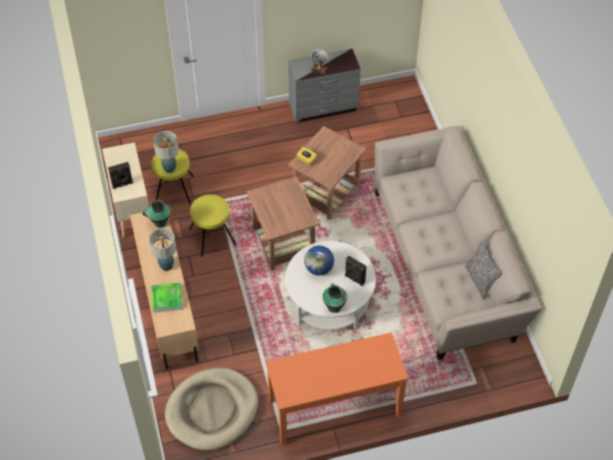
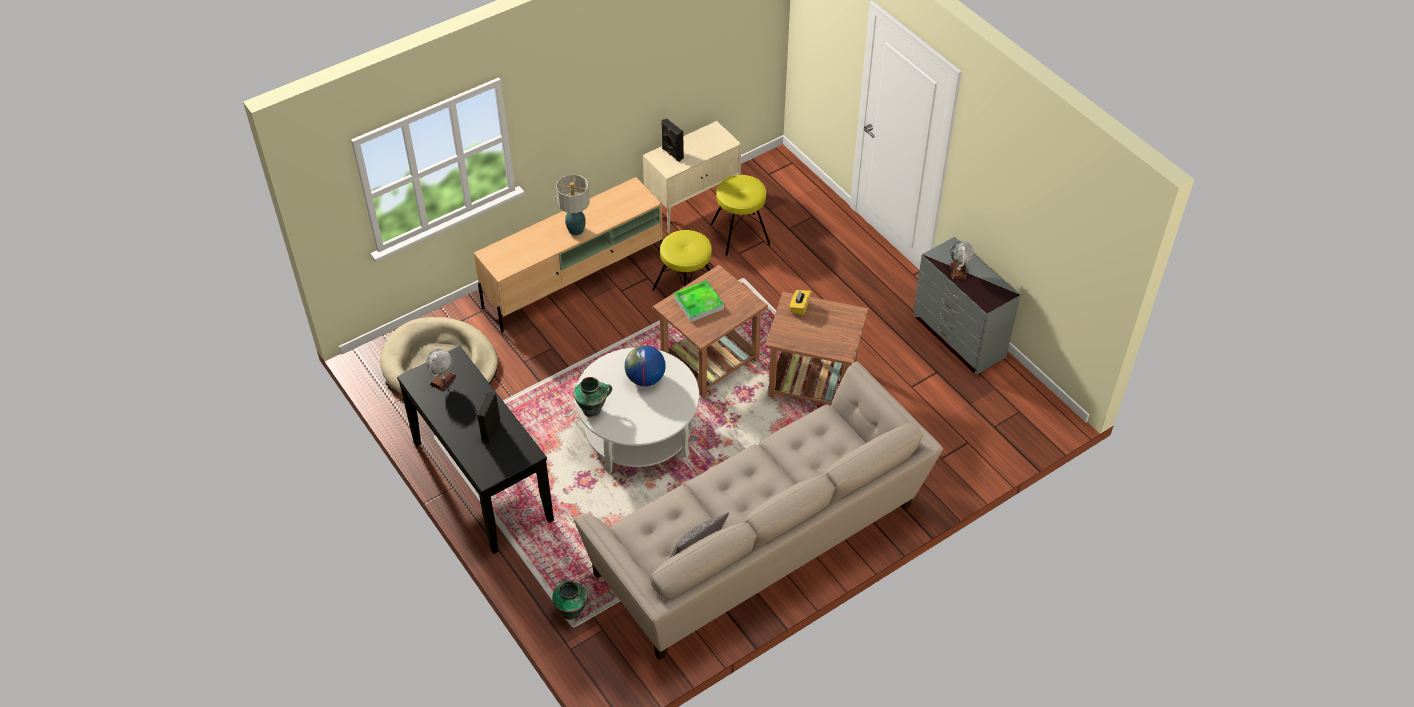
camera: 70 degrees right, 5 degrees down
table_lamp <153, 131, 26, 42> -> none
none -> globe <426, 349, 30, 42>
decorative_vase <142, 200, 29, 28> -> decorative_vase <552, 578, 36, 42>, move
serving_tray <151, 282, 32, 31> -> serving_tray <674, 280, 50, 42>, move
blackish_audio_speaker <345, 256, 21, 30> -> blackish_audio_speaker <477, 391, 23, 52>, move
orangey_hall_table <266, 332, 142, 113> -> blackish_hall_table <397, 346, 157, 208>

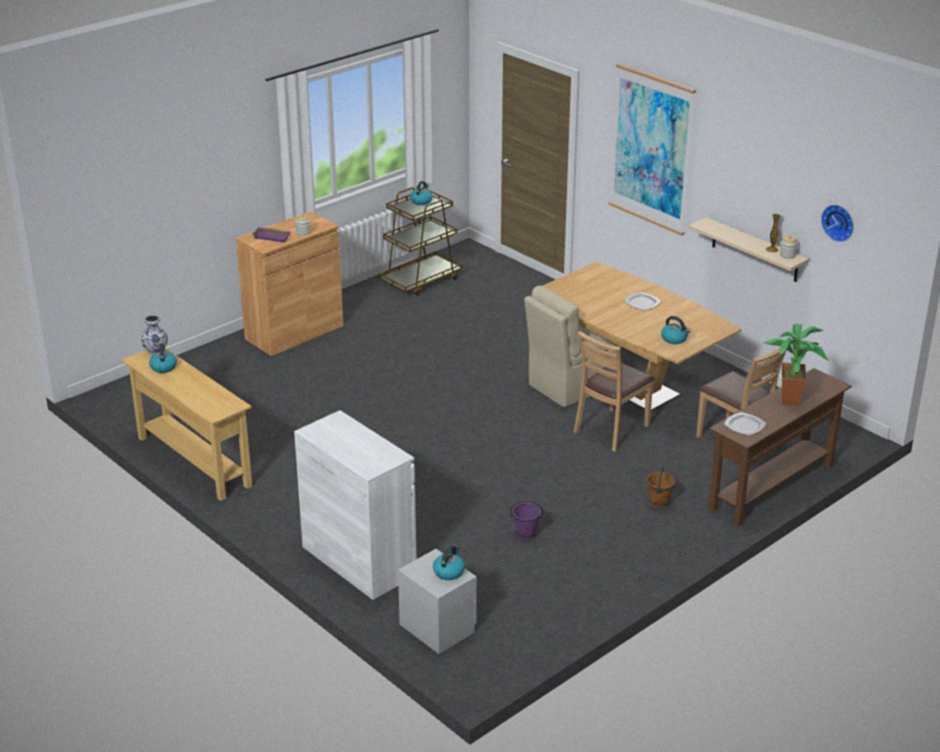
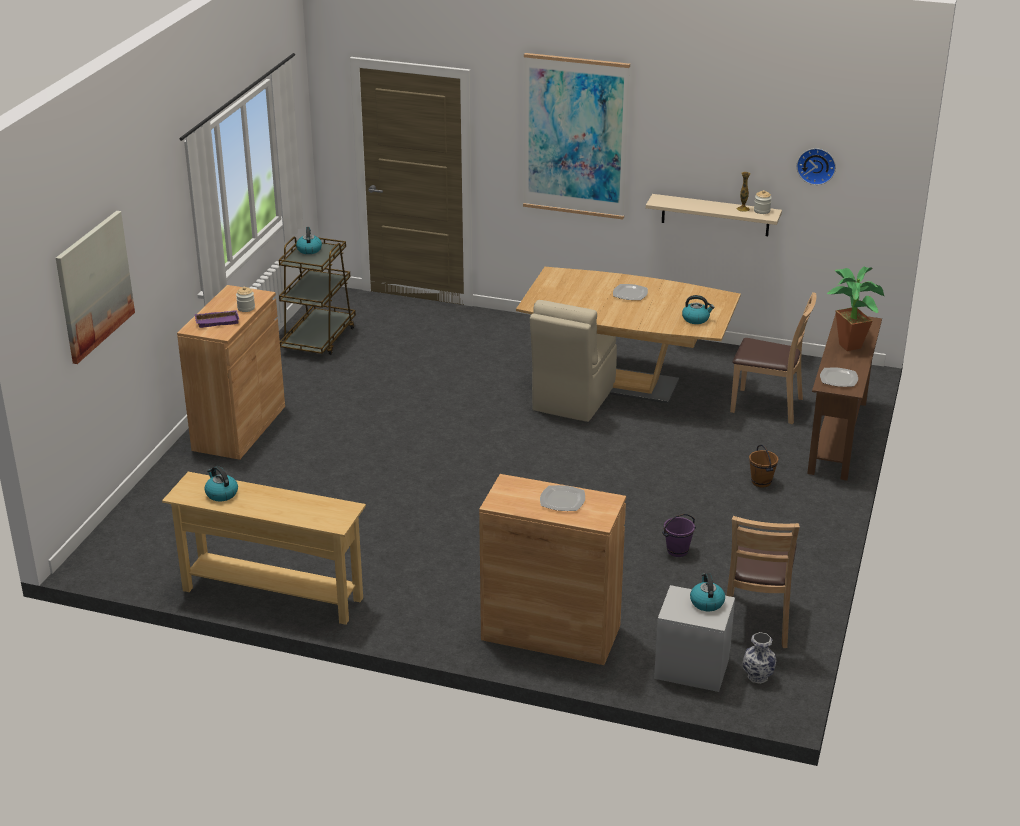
camera: 30 degrees left, 0 degrees up
none -> wall_picture <56, 211, 79, 153>
none -> flat_dish <540, 485, 45, 26>
decorative_vase <141, 315, 27, 41> -> decorative_vase <742, 632, 35, 52>, move
brown_plain_chair <574, 331, 81, 120> -> brown_plain_chair <726, 516, 74, 132>, move
white-coloured_cabinet <294, 410, 123, 190> -> brown_cabinet <479, 474, 147, 191>

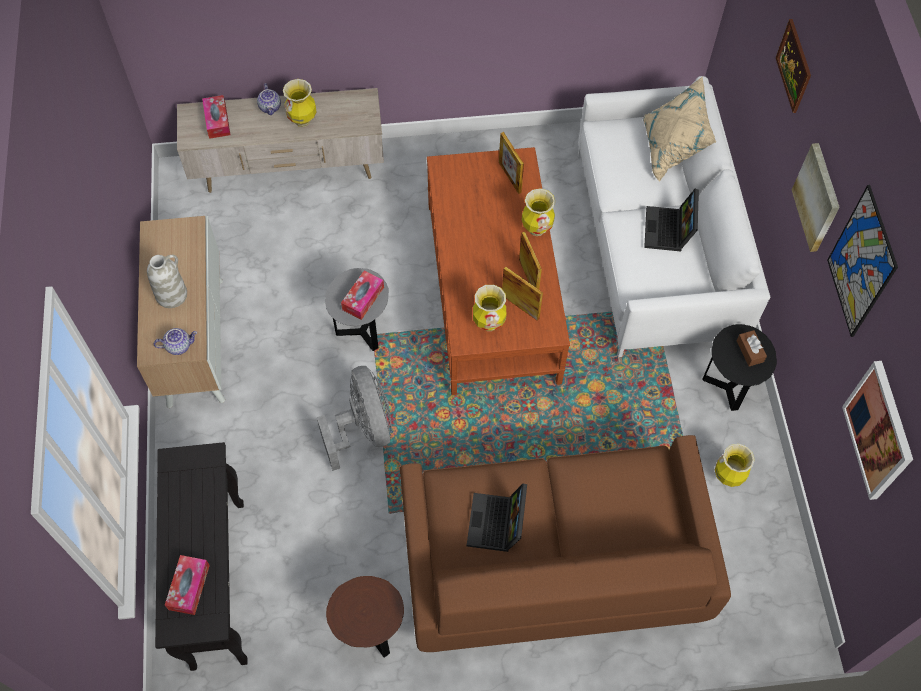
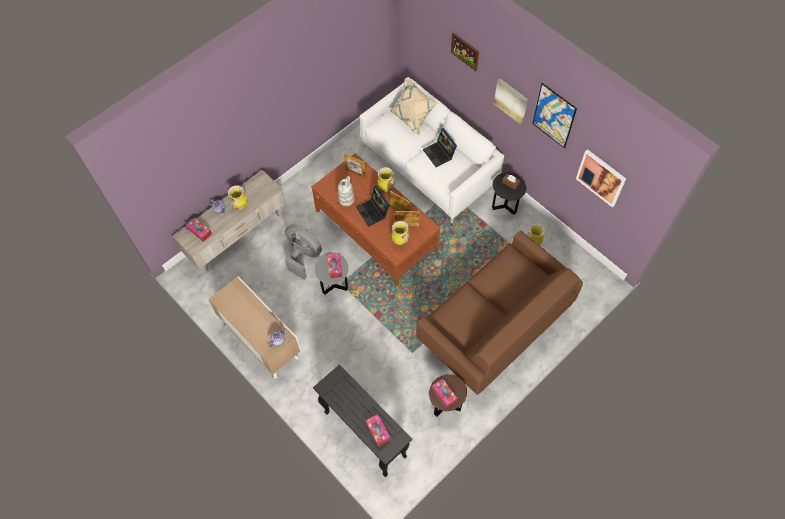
camera: 35 degrees left, 0 degrees up
none -> box_of_tissues <432, 379, 26, 29>
white-coloured_decorative_vase <147, 255, 40, 53> -> white-coloured_decorative_vase <338, 176, 16, 30>, move
gray_cooling_fan <317, 366, 75, 105> -> gray_cooling_fan <285, 224, 37, 56>, move
laptop <467, 484, 60, 68> -> laptop <356, 186, 33, 41>, move

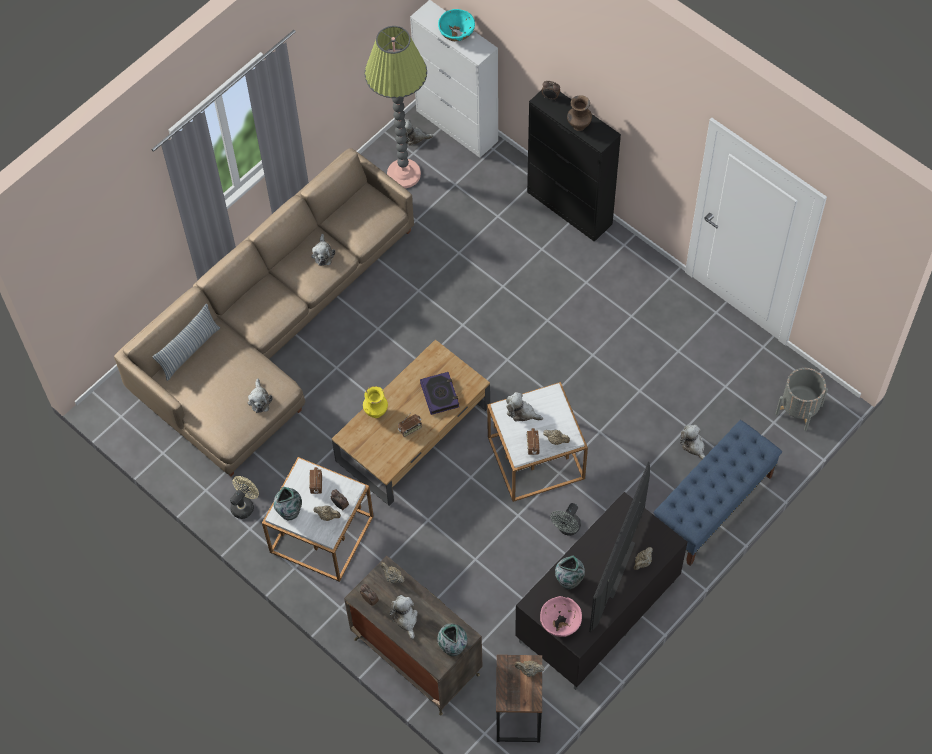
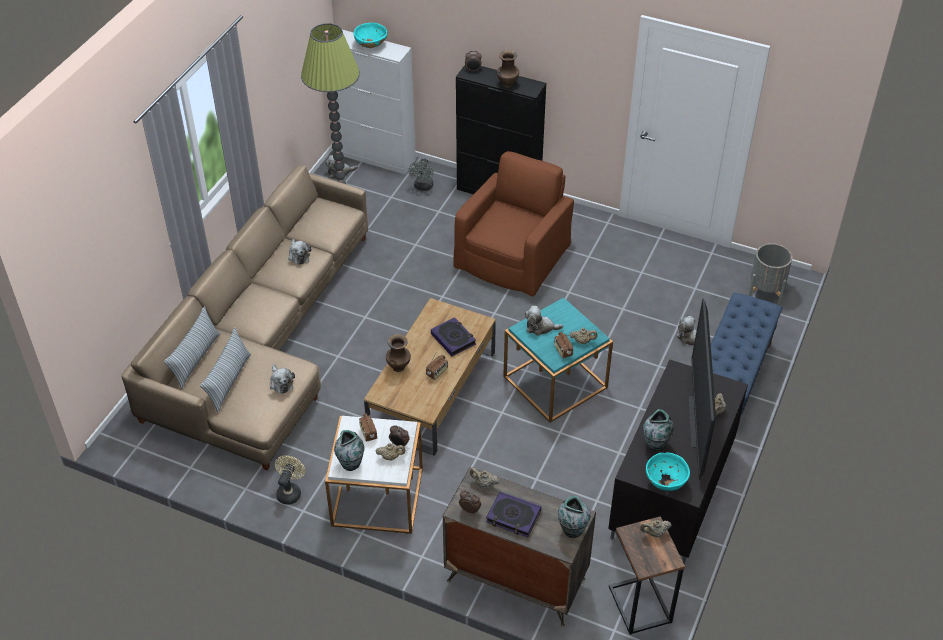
camera: 20 degrees left, 15 degrees down
none -> throw_pillow <200, 327, 51, 85>
none -> brown_lounge_chair <453, 151, 121, 146>
gray_cooling_fan <550, 503, 31, 33> -> gray_cooling_fan <408, 159, 26, 32>, move
soft_toy <389, 595, 29, 44> -> book <486, 491, 55, 46>
yellowish_decorative_vase <363, 386, 25, 32> -> brown_decorative_vase <386, 334, 25, 38>
white-coloured_side_table <487, 382, 101, 120> -> turquoise-coloured_side_table <503, 297, 110, 126>
pinkish_serving_bowl <540, 596, 42, 41> -> turquoise-coloured_serving_bowl <646, 452, 44, 39>

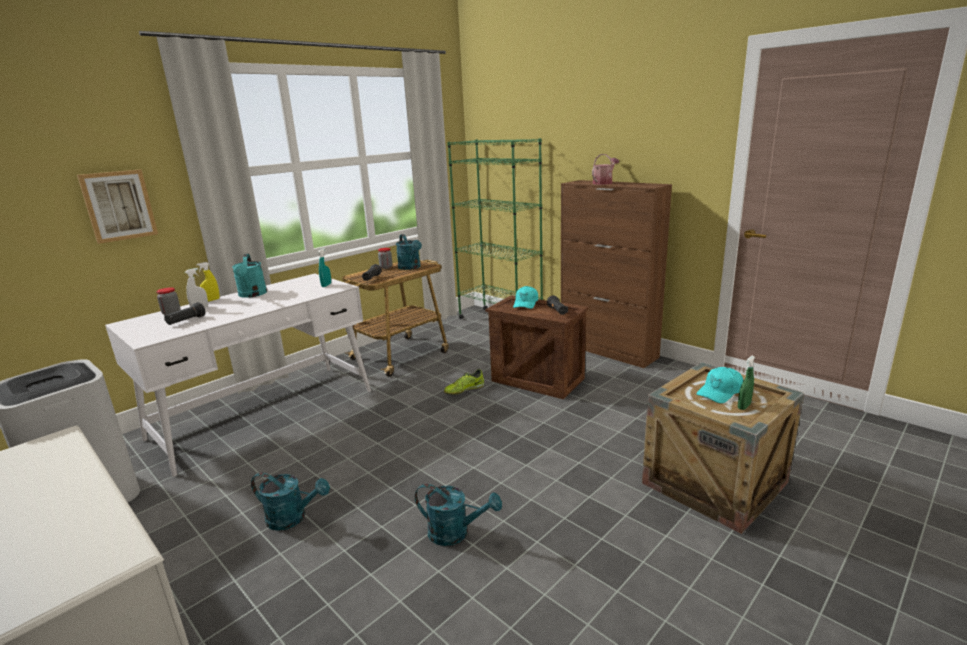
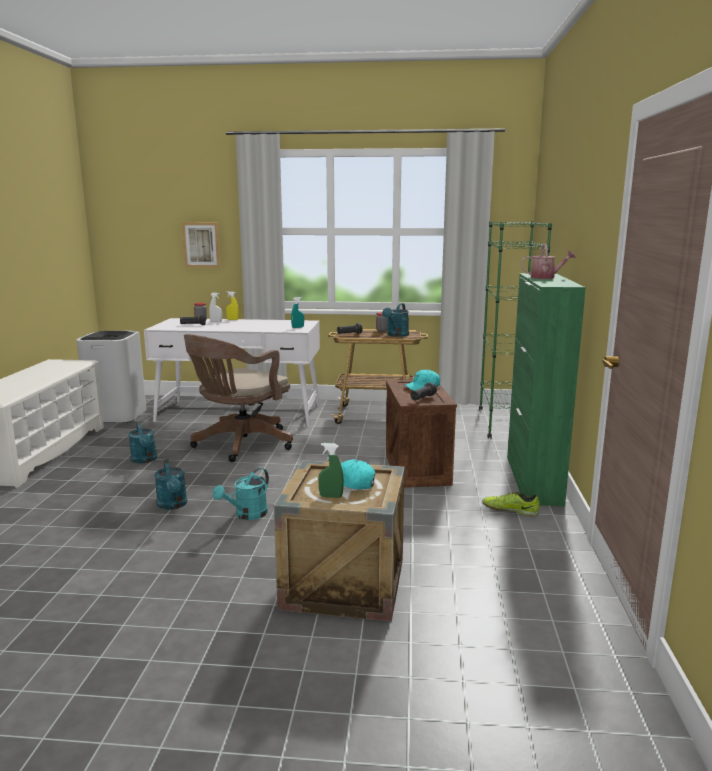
camera: 50 degrees right, 5 degrees down
none -> brown_desk_chair <184, 334, 109, 128>
turquoise-coloured_watering_can <232, 254, 35, 44> -> turquoise-coloured_watering_can <213, 468, 56, 52>, move
shoe <444, 369, 40, 26> -> shoe <482, 492, 57, 24>, move
brown_cabinet <561, 180, 111, 188> -> green-coloured_cabinet <507, 273, 79, 233>

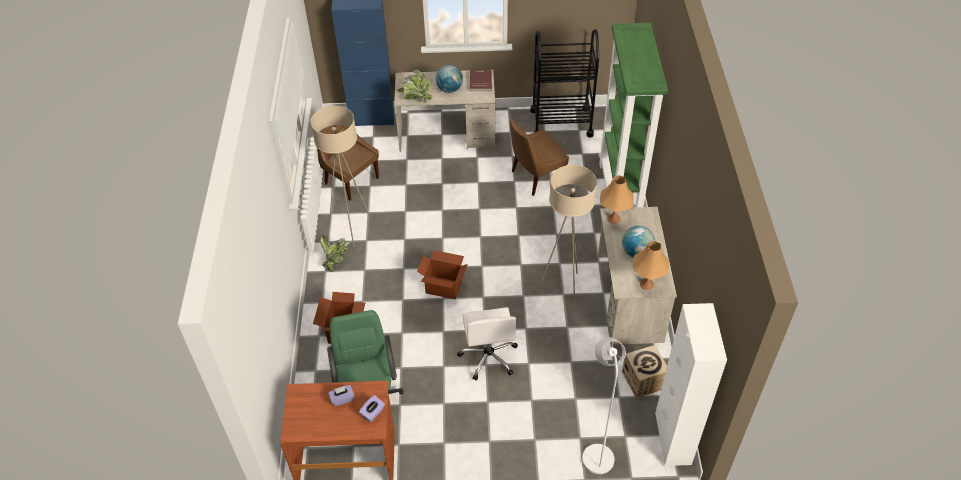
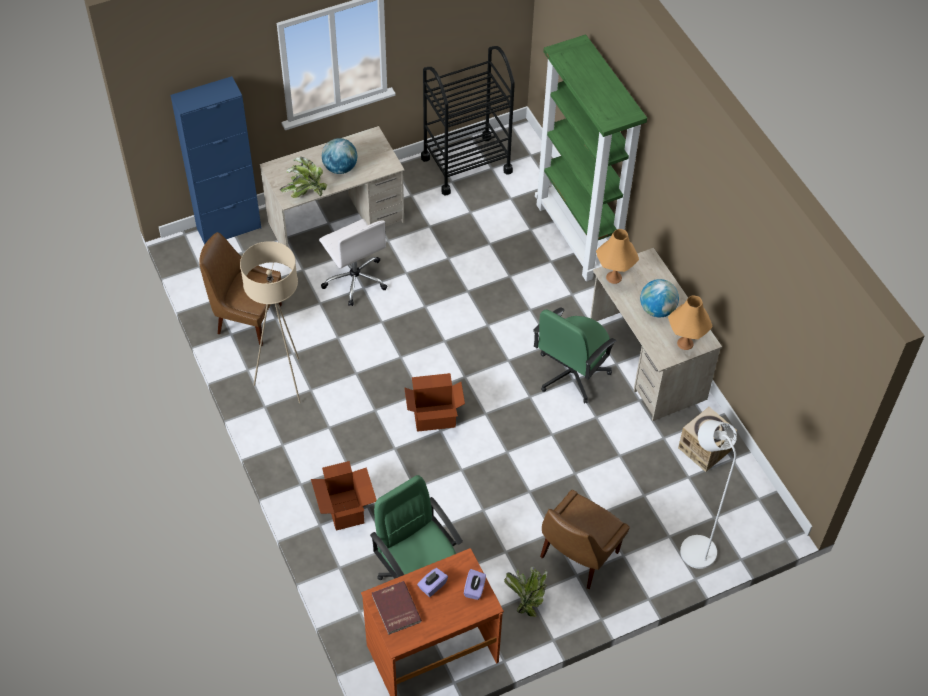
camera: 25 degrees left, 5 degrees up
white-coloured_cabinet <655, 303, 72, 163> -> none
plant_in_a_pot <320, 234, 30, 39> -> plant_in_a_pot <504, 567, 43, 50>, move
white-coloured_desk_chair <457, 307, 61, 73> -> white-coloured_desk_chair <319, 219, 69, 87>, move
red_book <470, 70, 22, 21> -> red_book <372, 581, 50, 54>, move
brown_plain_chair <510, 118, 59, 78> -> brown_plain_chair <540, 490, 90, 99>, move
beige-coloured_standing_lamp <538, 165, 59, 143> -> green-coloured_desk_chair <533, 307, 83, 96>

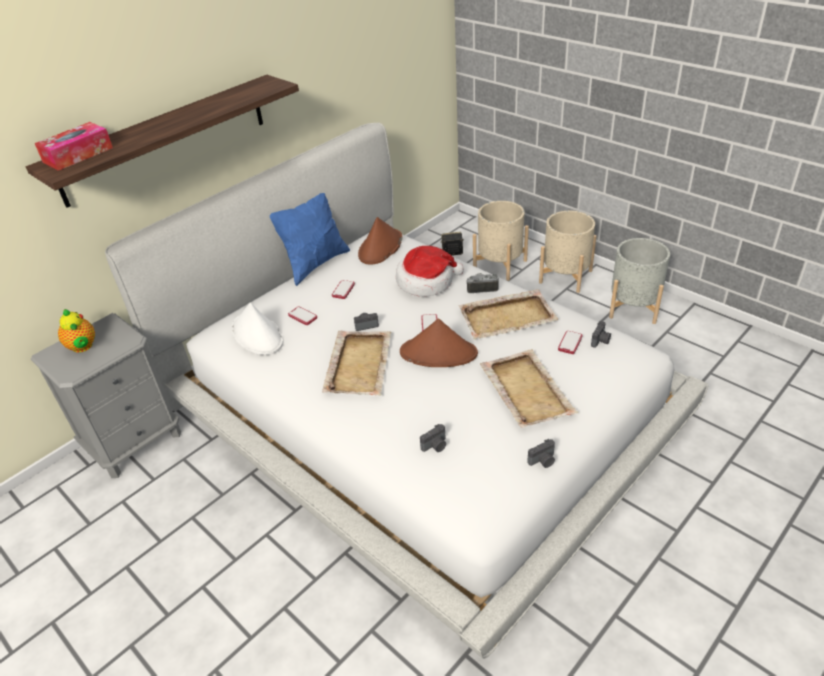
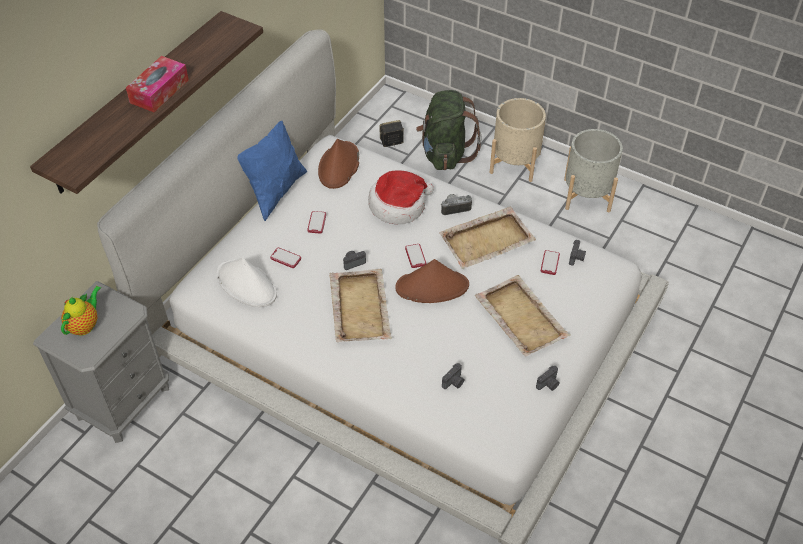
camera: 15 degrees left, 10 degrees up
box_of_tissues <35, 122, 78, 49> -> box_of_tissues <126, 56, 63, 56>, move
beige-coloured_planter <473, 201, 56, 80> -> green-coloured_knapsack <416, 90, 66, 80>
pot_for_tea <58, 309, 37, 44> -> pot_for_tea <61, 286, 40, 50>, 105 degrees counterclockwise

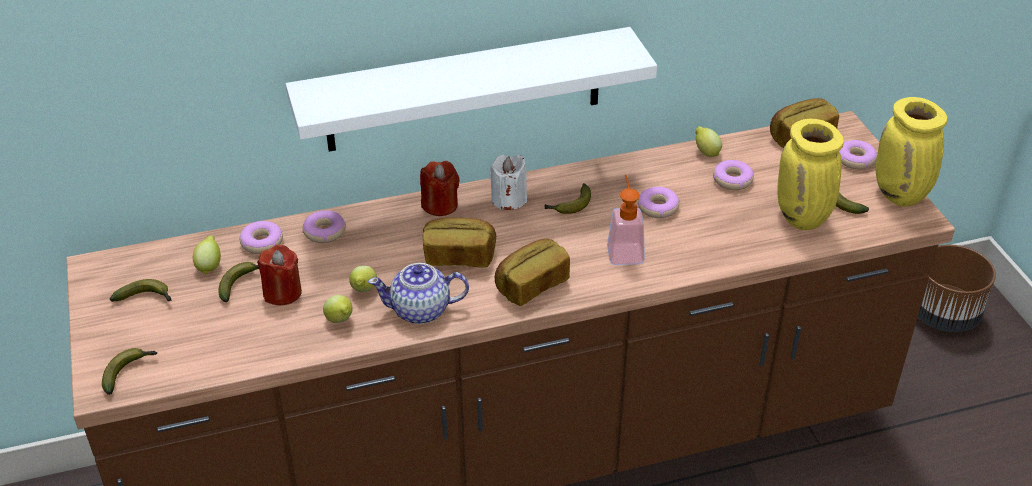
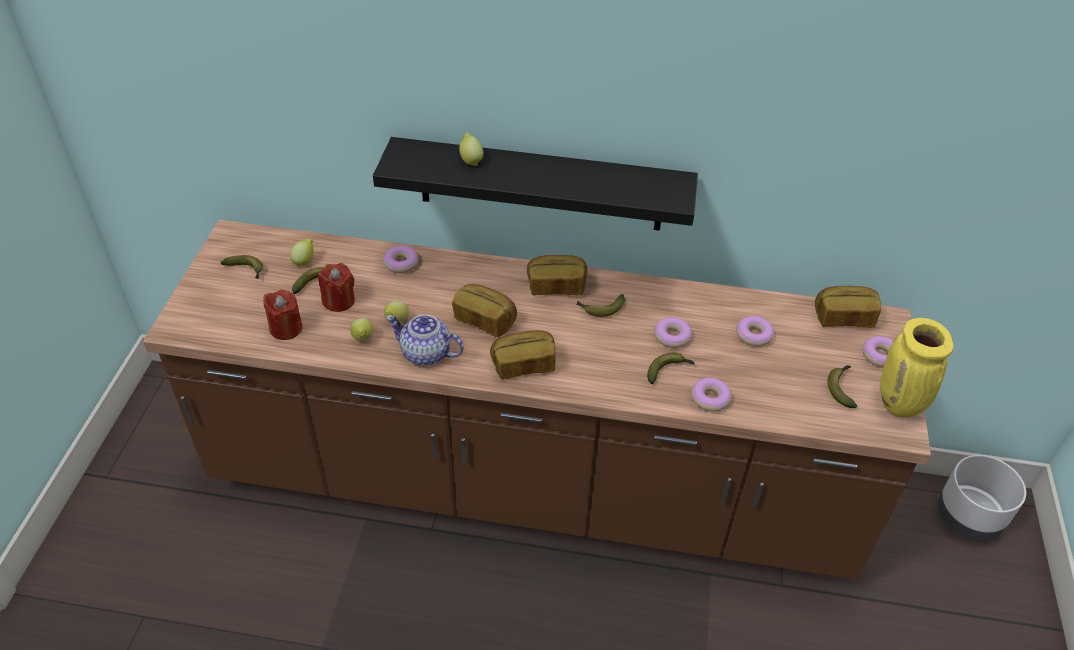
camera: 25 degrees right, 5 degrees up
soap_dispenser <607, 175, 38, 90> -> none
yellowish_decorative_vase <777, 119, 67, 111> -> none
banana_fruit <102, 348, 56, 47> -> banana_fruit <647, 353, 47, 31>, move
donut <240, 221, 43, 33> -> donut <691, 378, 40, 34>, move
red_wax_light <420, 161, 40, 55> -> red_wax_light <263, 290, 39, 50>, move
whole_lemon <695, 126, 27, 31> -> whole_lemon <459, 133, 25, 33>, move
white-coloured_wax_light <489, 155, 38, 55> -> baked_bread <527, 255, 60, 41>
white-coloured_wall_shelf <286, 27, 371, 125> -> blackish_wall_shelf <373, 137, 325, 94>
brown_planter <918, 245, 78, 87> -> gray_planter <938, 455, 88, 86>

